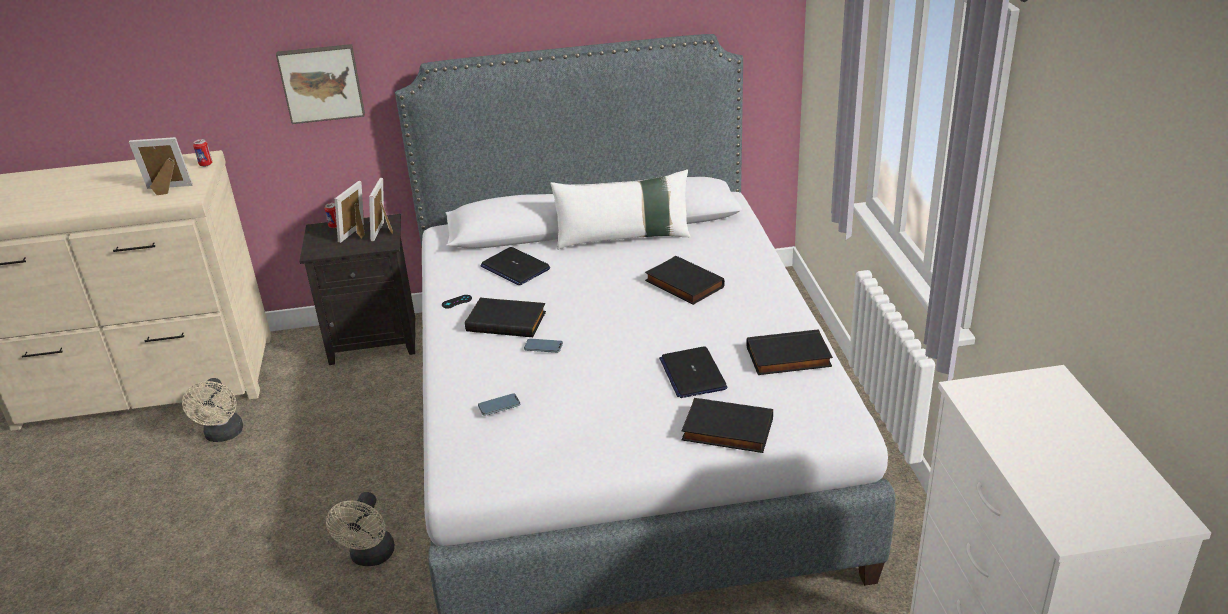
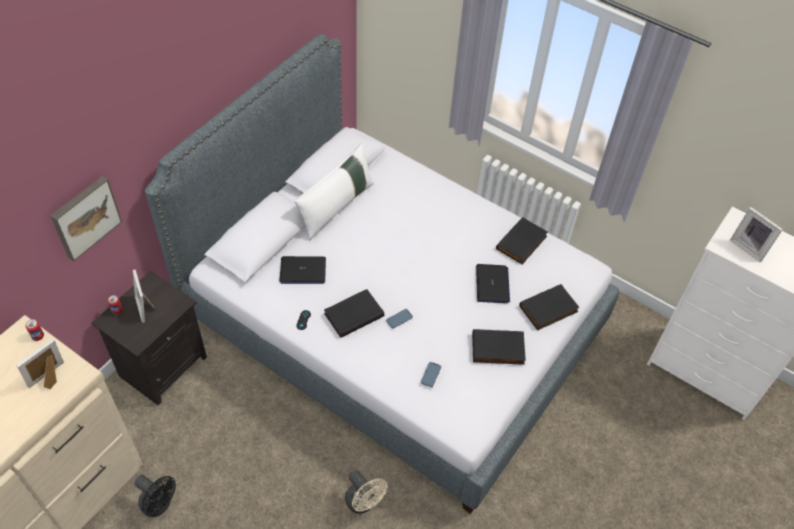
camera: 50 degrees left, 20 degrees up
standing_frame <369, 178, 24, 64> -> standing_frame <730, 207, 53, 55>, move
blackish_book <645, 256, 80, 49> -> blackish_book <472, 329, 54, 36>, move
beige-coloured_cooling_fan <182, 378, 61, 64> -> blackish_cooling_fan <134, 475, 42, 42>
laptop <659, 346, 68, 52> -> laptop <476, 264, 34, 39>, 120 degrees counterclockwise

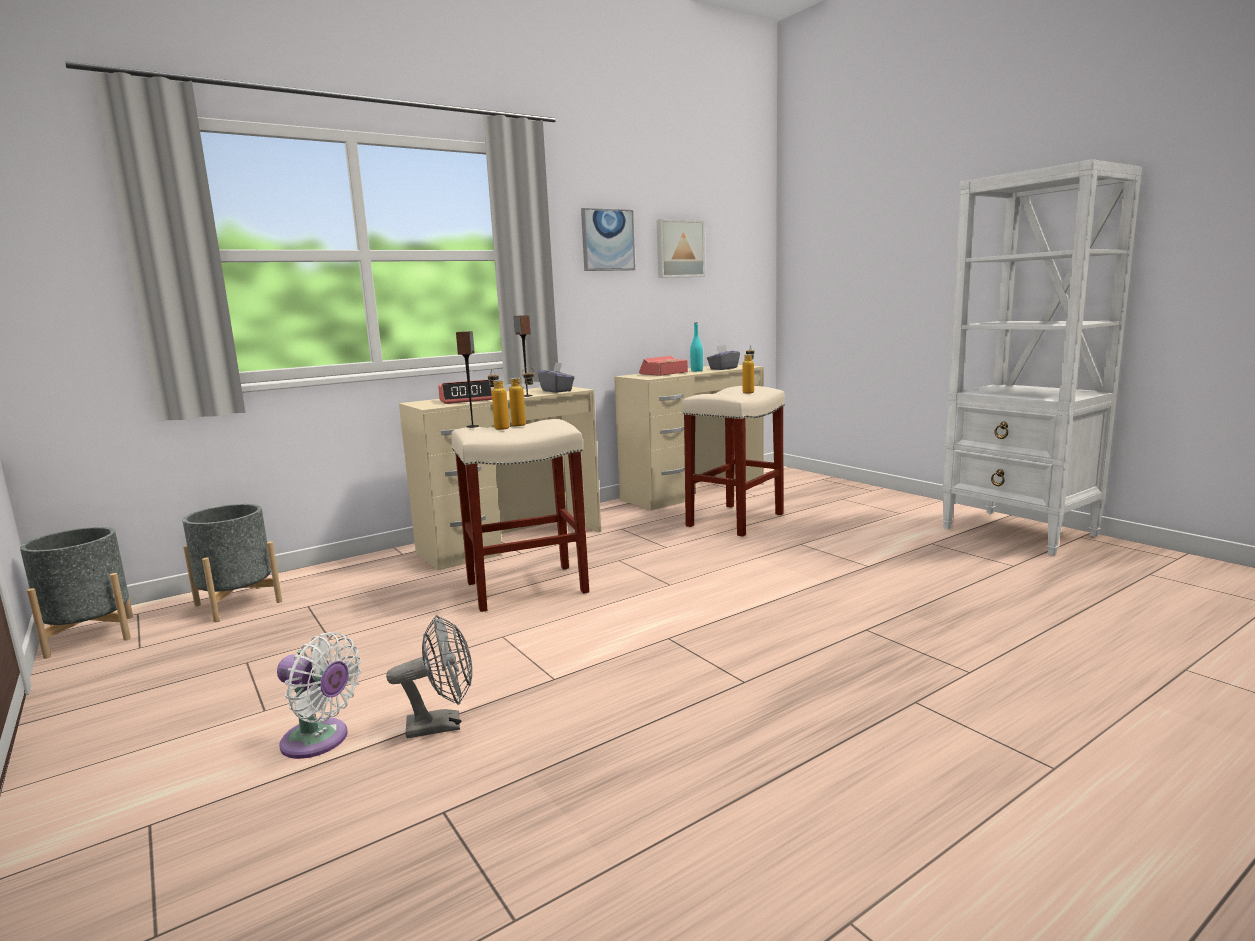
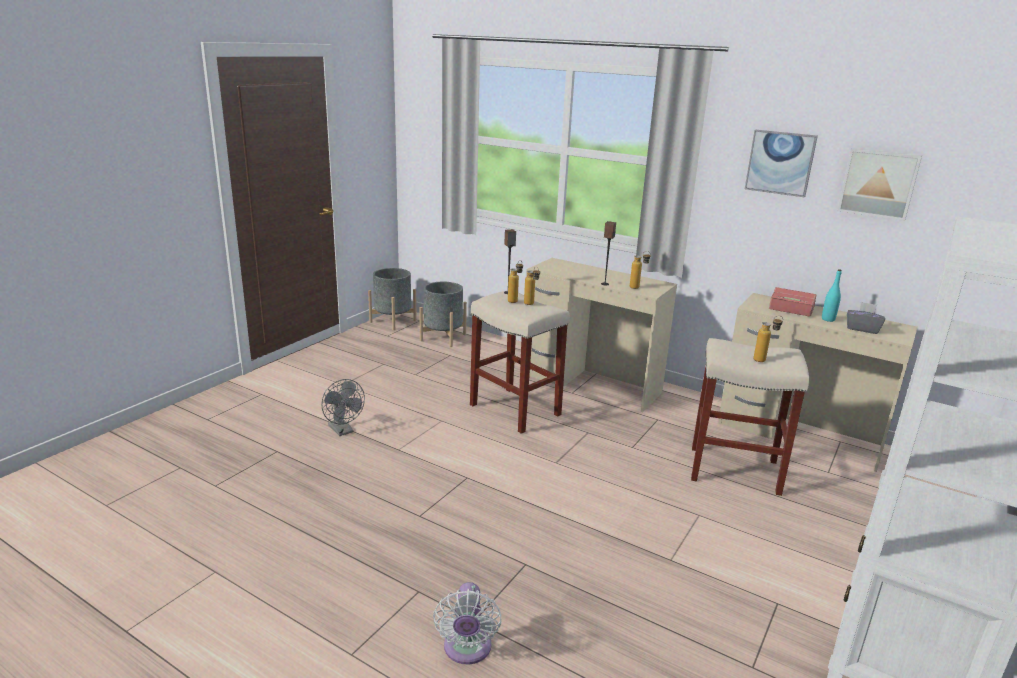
camera: 65 degrees right, 10 degrees up
alarm_clock <438, 380, 54, 24> -> none
white-coloured_cooling_fan <277, 632, 85, 127> -> white-coloured_cooling_fan <433, 582, 68, 82>, move
gray_box_of_tissues <538, 362, 37, 31> -> beverage_bottle <630, 251, 21, 38>

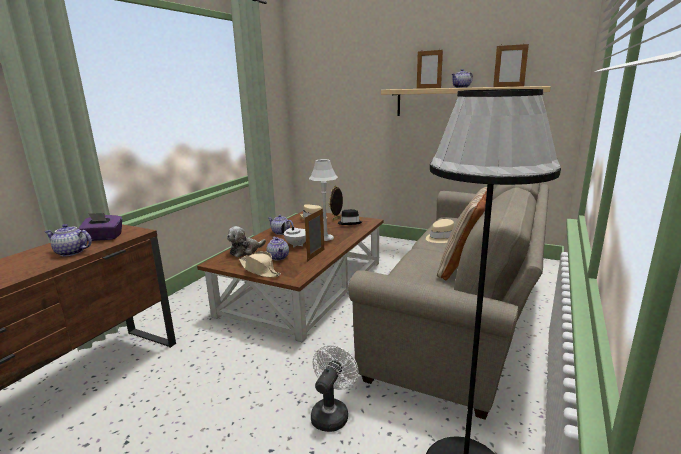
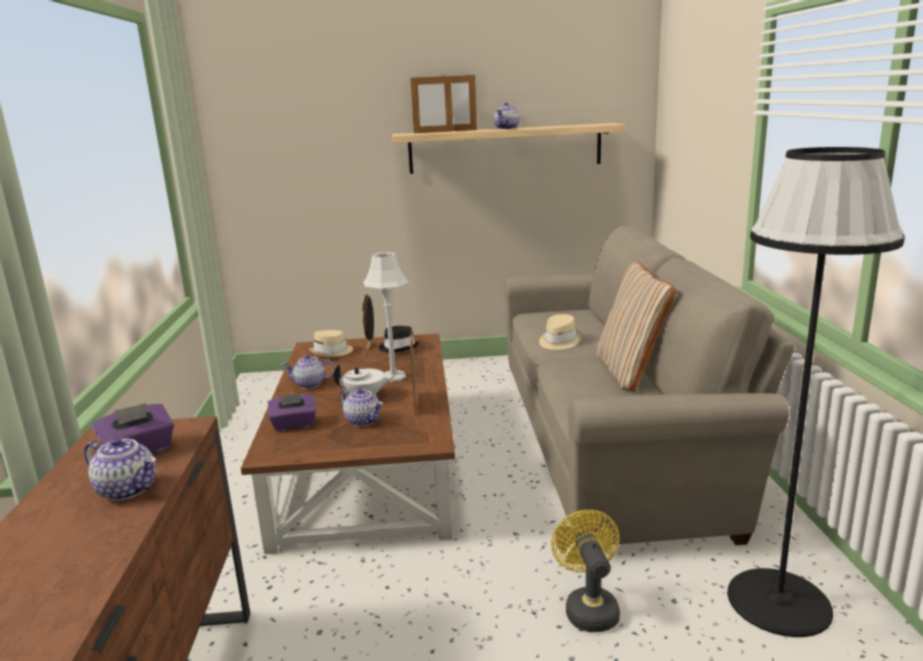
camera: 30 degrees left, 0 degrees up
beige-coloured_clothing_hat <239, 251, 42, 26> -> none
standing_frame <493, 44, 36, 43> -> standing_frame <411, 74, 42, 59>, move
soft_toy <227, 226, 39, 32> -> purple_box_of_tissues <268, 393, 48, 38>
white-coloured_cooling_fan <311, 345, 48, 87> -> yellowish_cooling_fan <551, 510, 69, 122>
pot_for_tea <44, 224, 48, 33> -> pot_for_tea <84, 437, 72, 64>, 135 degrees counterclockwise

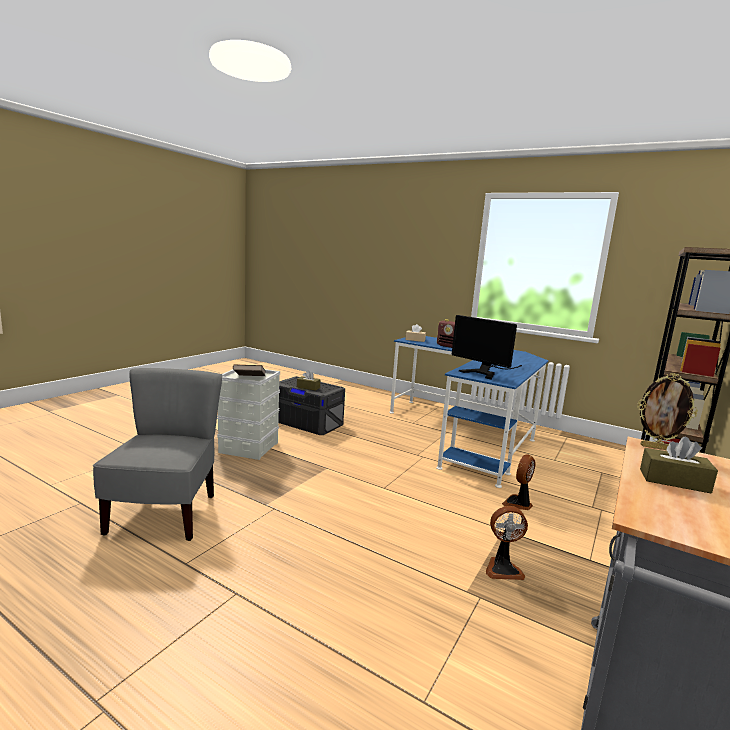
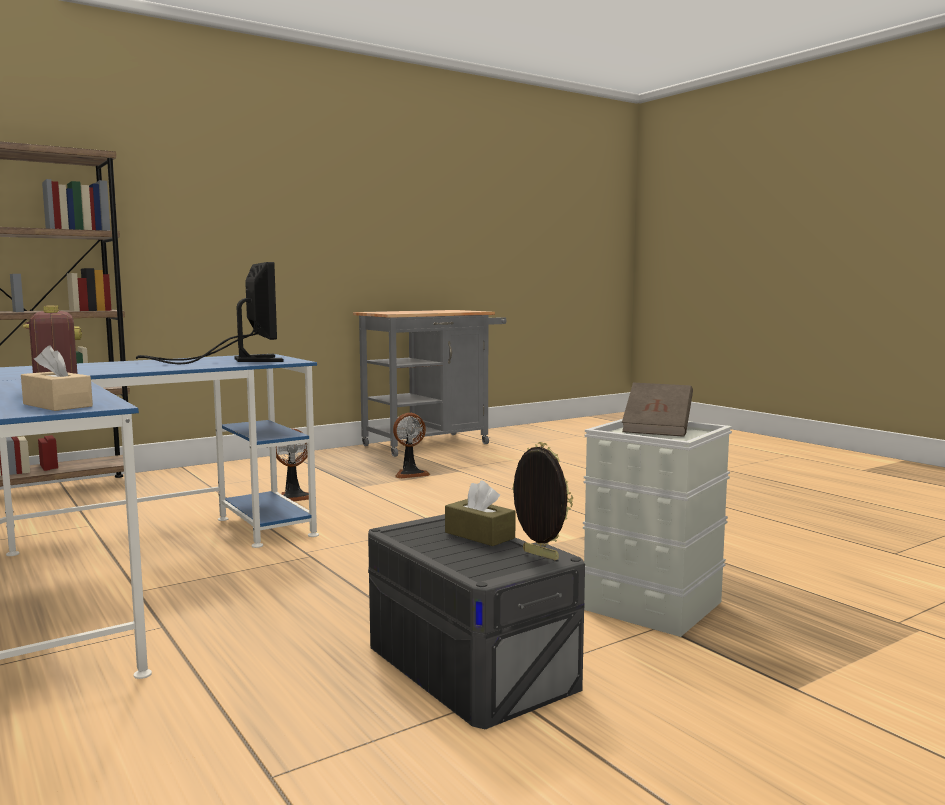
camera: 155 degrees left, 5 degrees down
gray_plain_chair <93, 368, 129, 173> -> none
brown_box_of_tissues <640, 437, 78, 56> -> none
standing_frame <637, 373, 61, 77> -> standing_frame <512, 442, 61, 118>, move
cooling_fan <486, 506, 42, 74> -> cooling_fan <393, 413, 37, 66>, 135 degrees clockwise

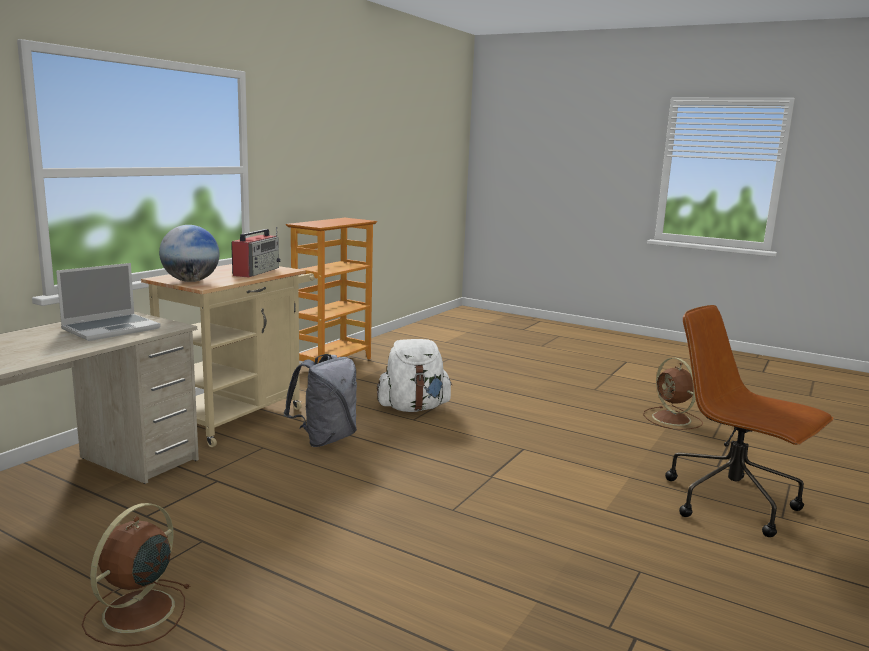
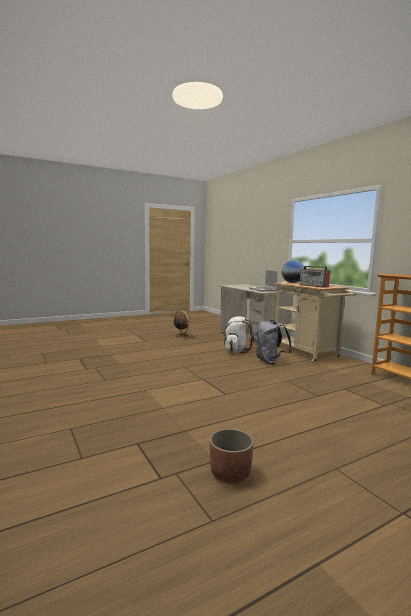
camera: 120 degrees right, 5 degrees down
brown_desk_chair <665, 305, 169, 232> -> none
white-coloured_knapsack <377, 339, 76, 73> -> white-coloured_knapsack <222, 316, 32, 37>, move
brown_cooling_fan <643, 358, 60, 72> -> planter <210, 429, 44, 55>

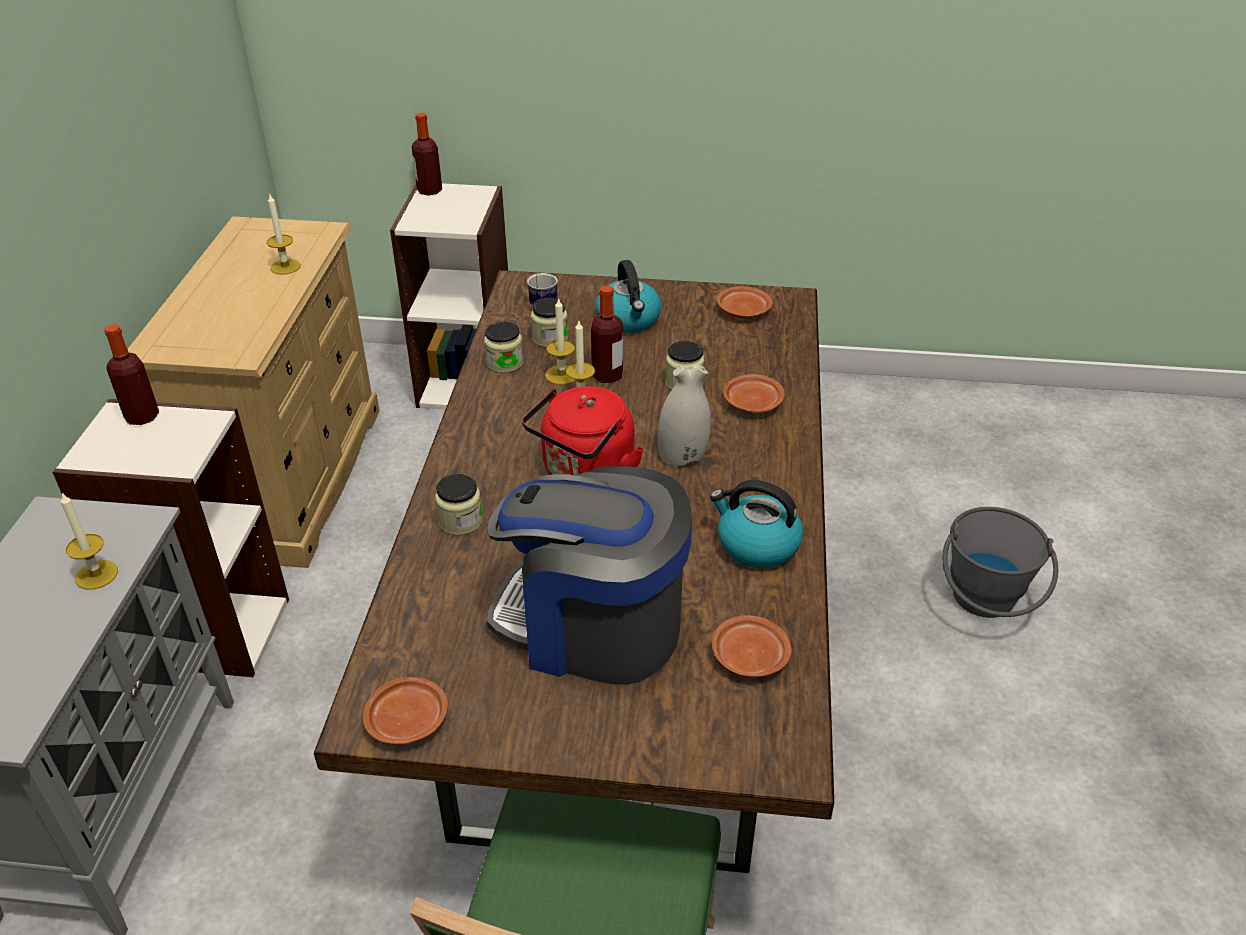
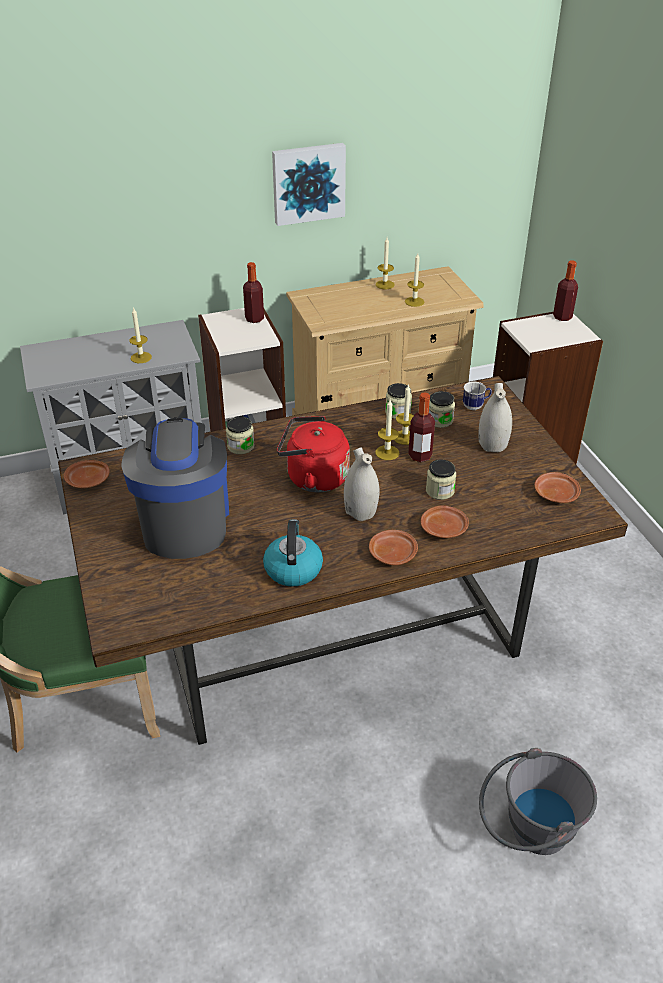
camera: 65 degrees right, 0 degrees up
none -> wall_picture <272, 143, 74, 83>
none -> wax_light <375, 238, 20, 51>
brown_flat_dish <712, 615, 80, 62> -> brown_flat_dish <369, 530, 49, 35>, move
kettle <595, 260, 67, 73> -> white-coloured_decorative_vase <479, 383, 33, 69>

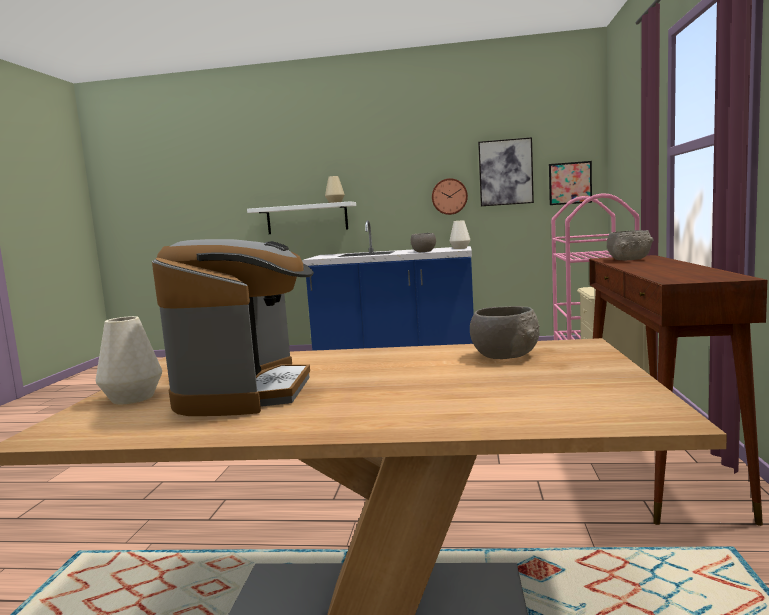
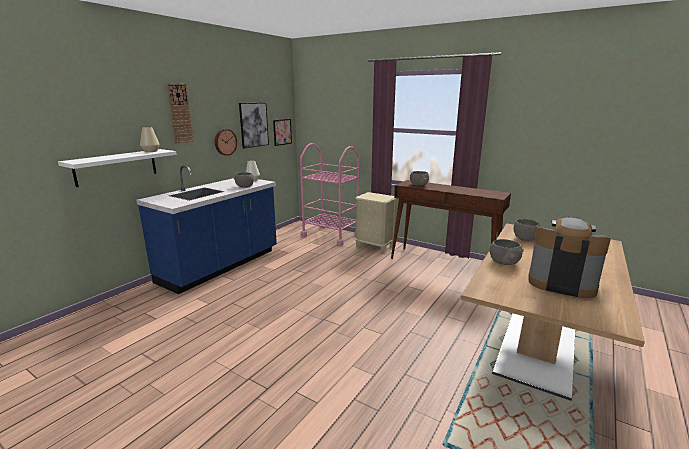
camera: 65 degrees left, 10 degrees up
white-coloured_decorative_vase <96, 316, 66, 88> -> none
none -> clock_on_the_wall <166, 83, 28, 60>
none -> gray_serving_bowl <490, 239, 34, 26>

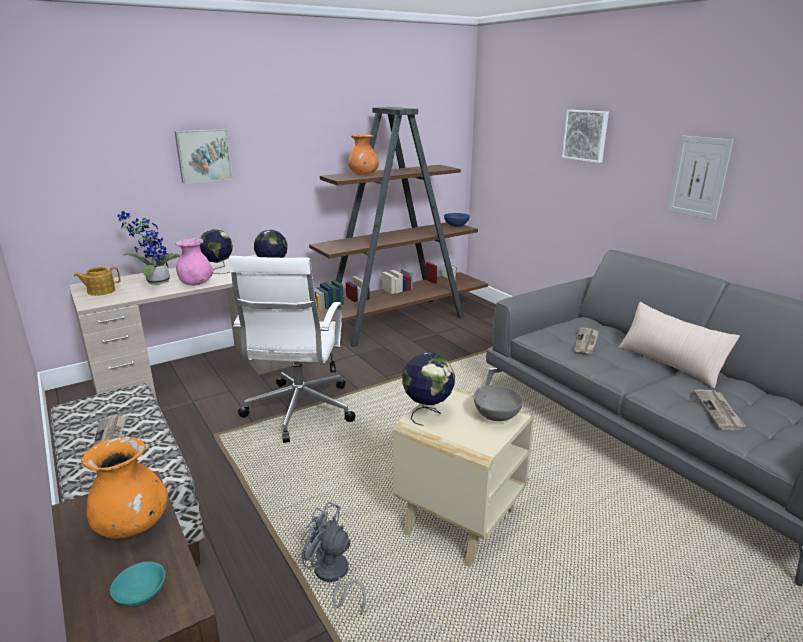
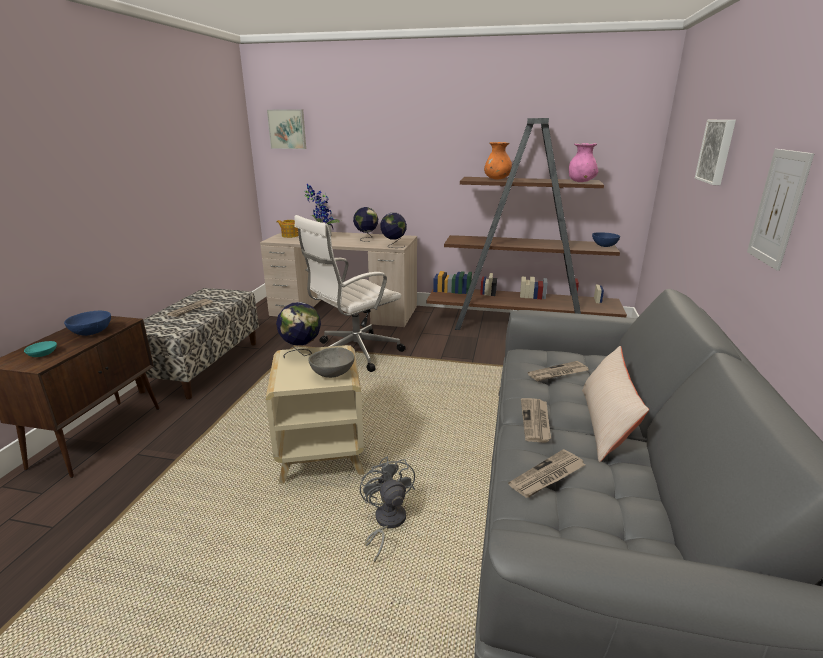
camera: 45 degrees right, 0 degrees up
none -> newspaper <521, 398, 30, 45>
wall_picture <174, 129, 59, 55> -> wall_picture <267, 110, 39, 39>, move
pinkish_decorative_vase <176, 238, 38, 48> -> pinkish_decorative_vase <569, 143, 29, 39>, move
gray_cooling_fan <300, 502, 66, 113> -> gray_cooling_fan <360, 456, 55, 107>, move
orangey_decorative_vase <81, 436, 87, 103> -> bluish_serving_bowl <64, 311, 47, 25>

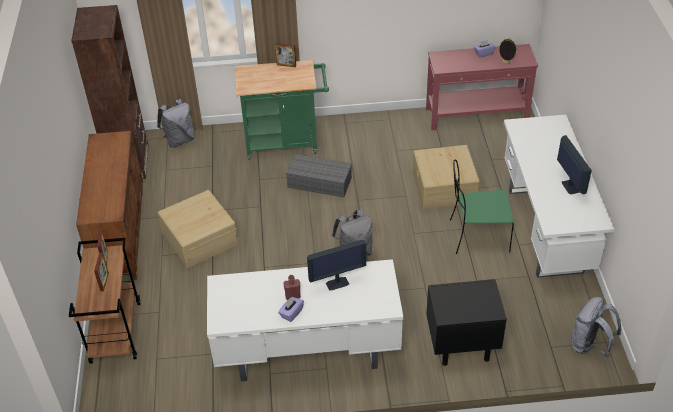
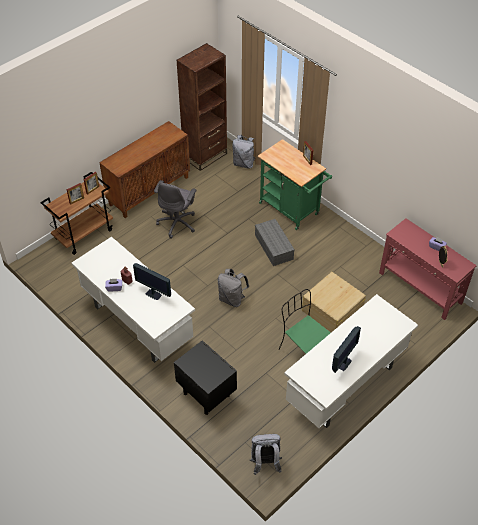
camera: 50 degrees right, 5 degrees up
beige-coloured_storage_box <158, 190, 80, 78> -> gray_desk_chair <154, 180, 43, 59>

